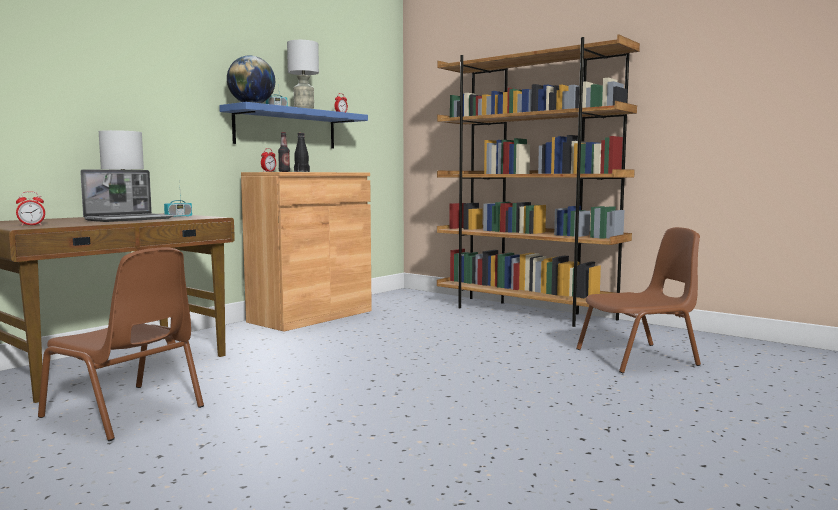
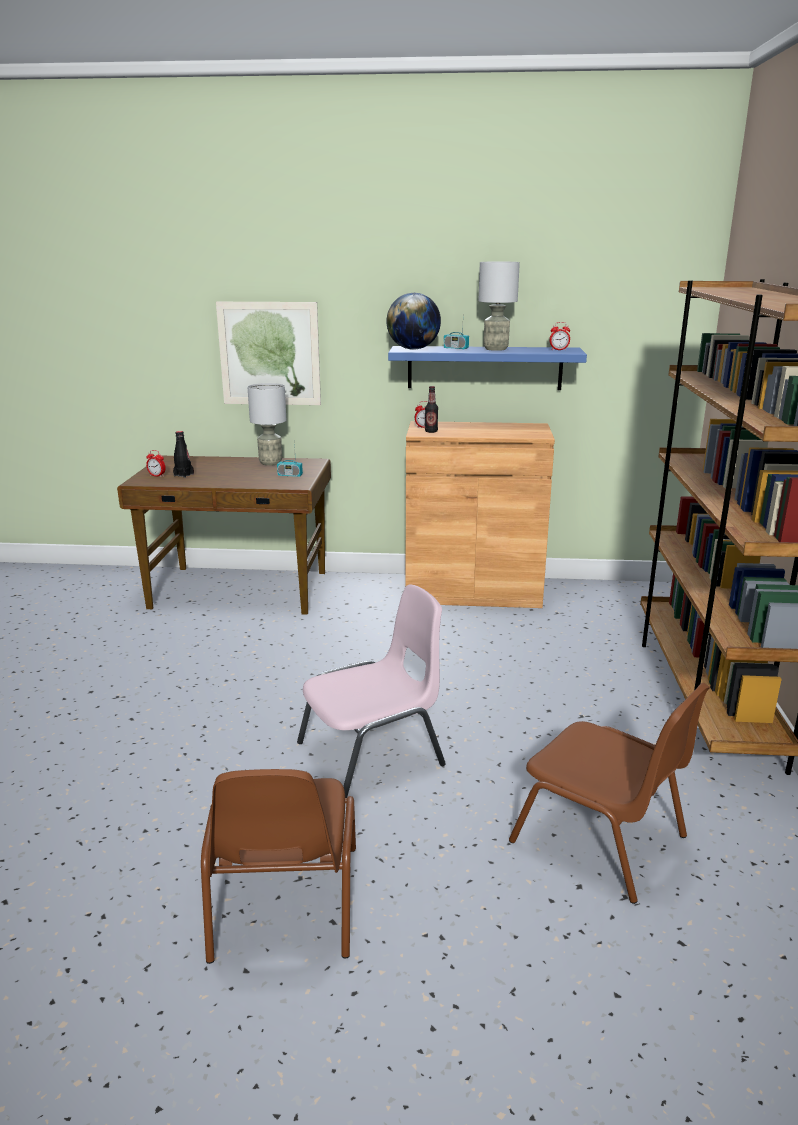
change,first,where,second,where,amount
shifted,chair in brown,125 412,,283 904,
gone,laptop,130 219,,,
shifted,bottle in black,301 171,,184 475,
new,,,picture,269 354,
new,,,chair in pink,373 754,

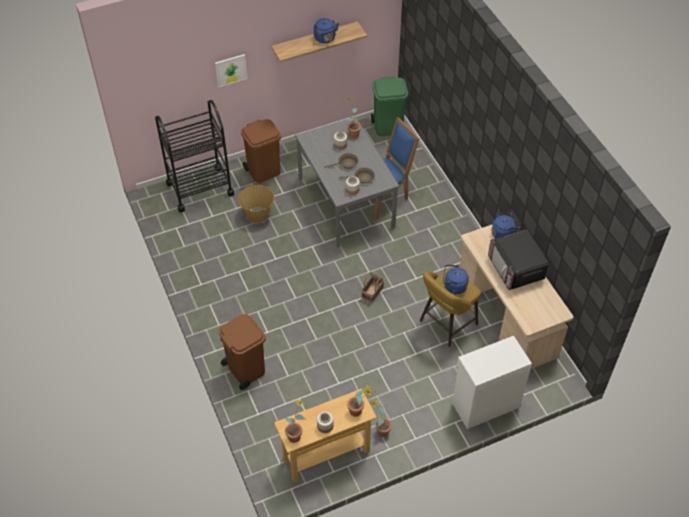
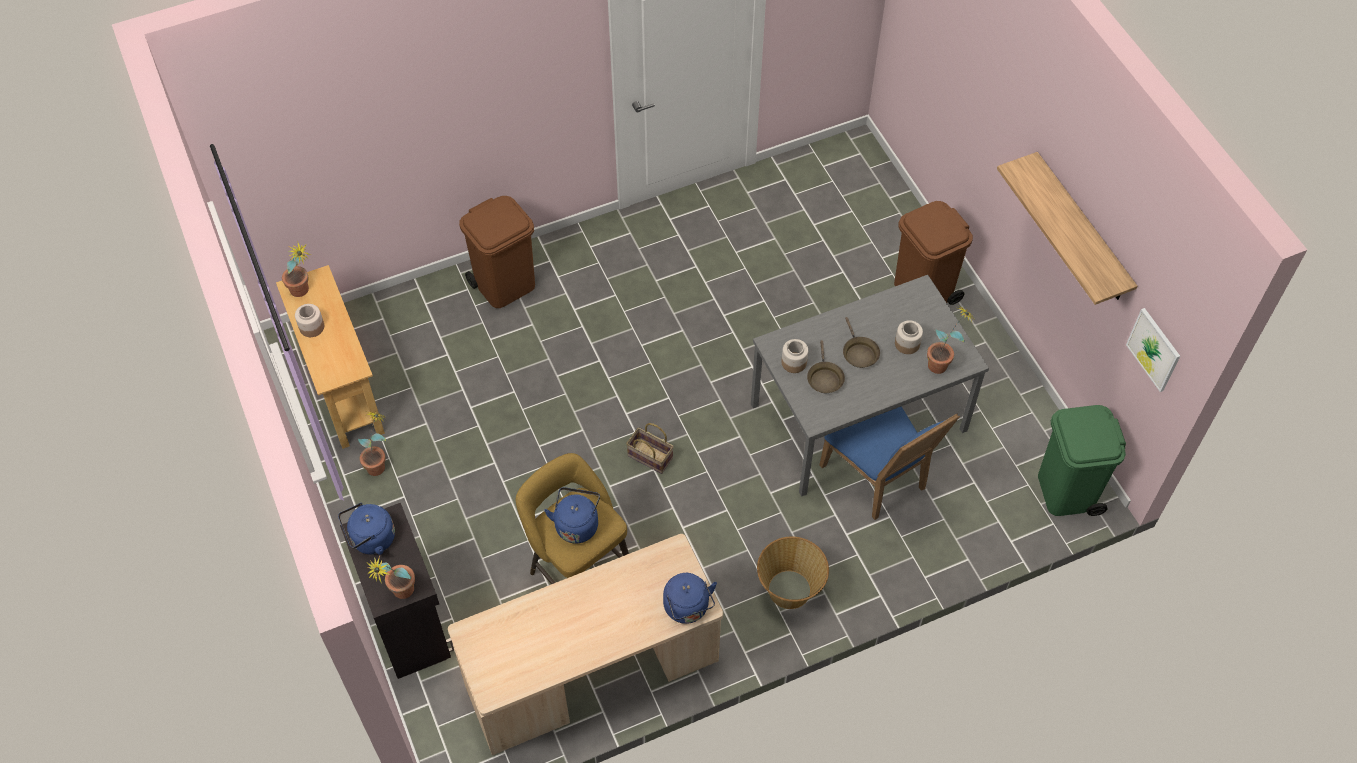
change,first,where,second,where,amount
gone,cart in black,200 189,,,
shifted,picture,231 70,,1154 349,
shifted,basket,258 214,,790 590,
shifted,kettle in blue,325 39,,371 540,
shifted,potted plant,359 412,,399 594,
repainted,cabinet in white,484 404,cabinet in black,409 622,
gone,microwave,515 269,,,

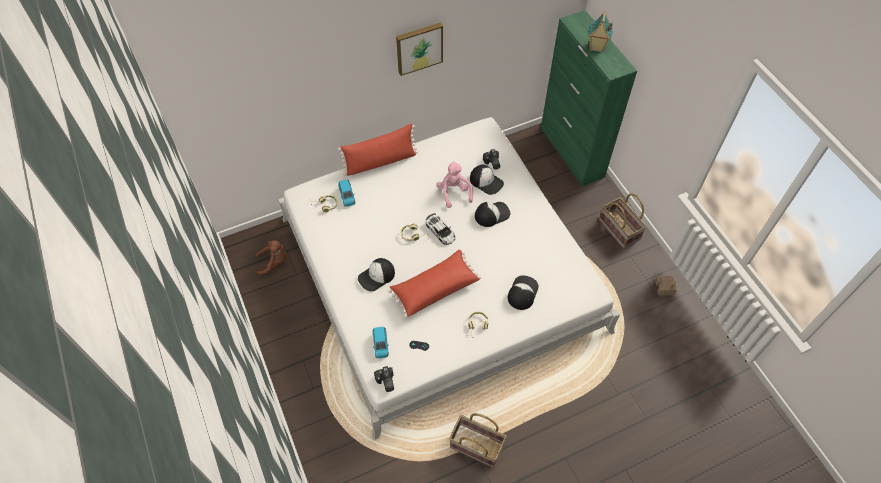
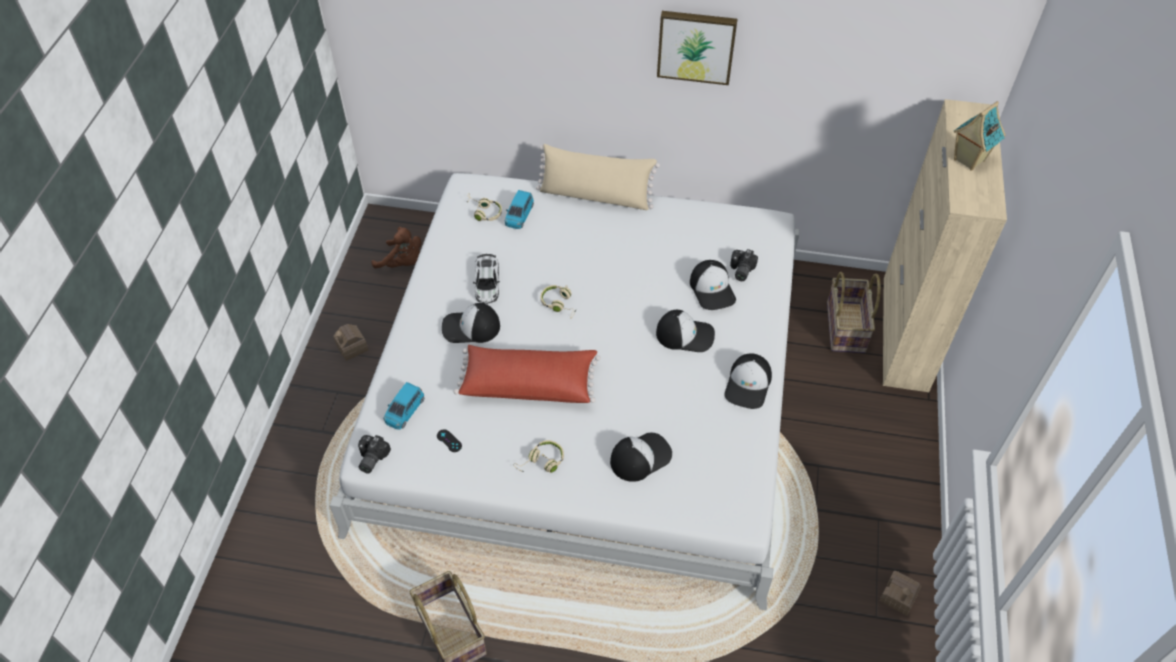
change,first,where,second,where,amount
repainted,pillow in red,380 162,pillow in beige,595 196,
shifted,toy car,440 231,,487 283,
gone,plush toy in pink,454 192,,,
repainted,cabinet in green,572 152,cabinet in beige,904 333,
shifted,basket,620 229,,846 328,
new,,,toy house,352 347,
new,,,cap,748 385,

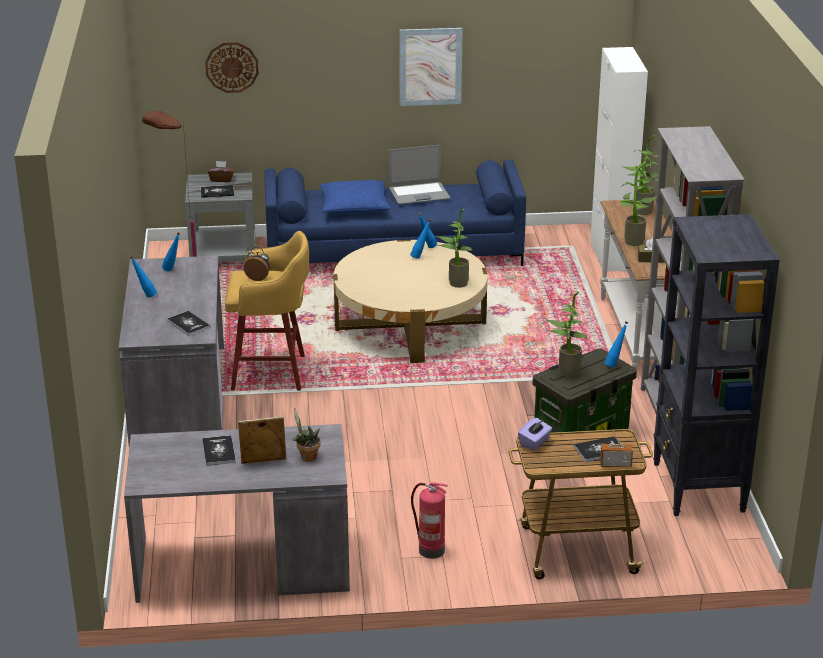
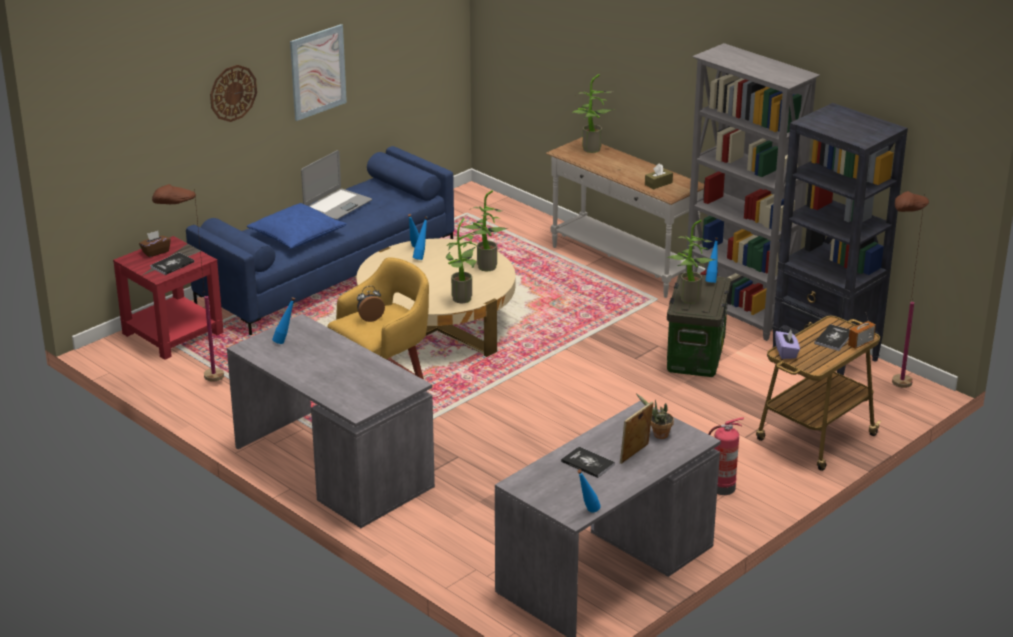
change,first,where,second,where,amount
shifted,bottle in blue,145 296,,587 512,
gone,book,188 324,,,
repainted,side table in grey,224 254,side table in red,173 332,
shifted,wall clock,232 67,,233 93,
gone,cabinet in white,611 255,,,
shifted,potted plant,634 243,,463 300,
new,,,floor lamp in brown,891 394,

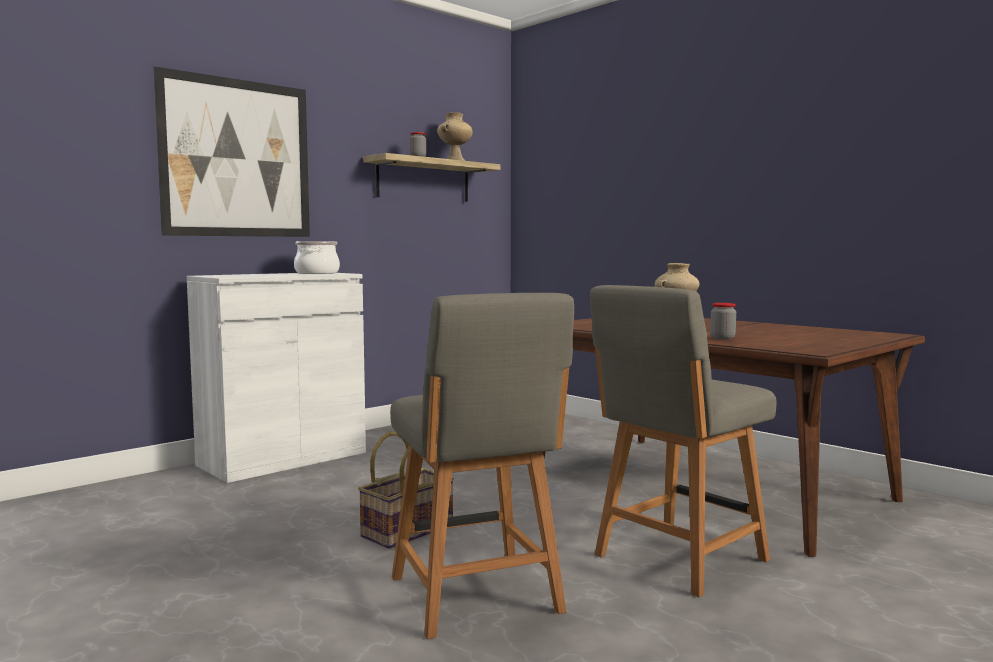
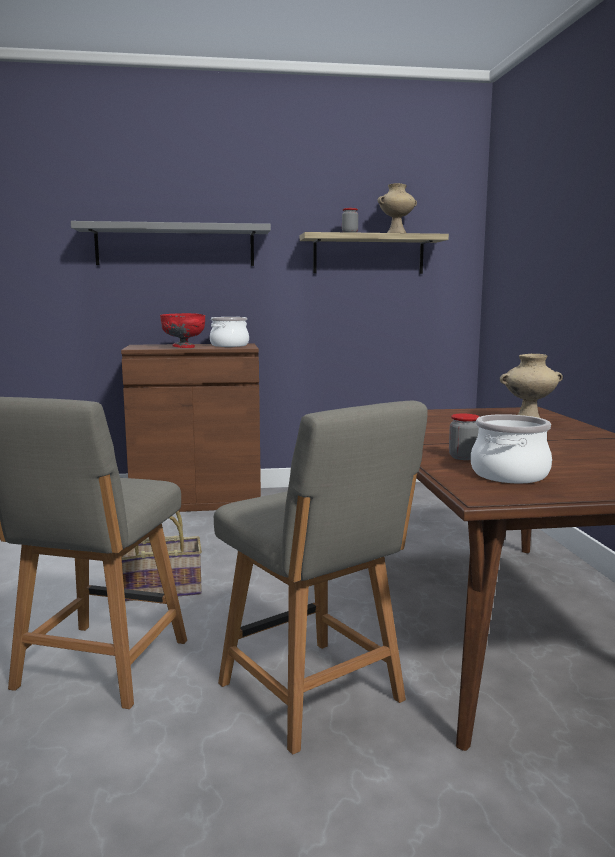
change,first,where,second,where,amount
swapped,picture,237 158,shelf in grey,175 245,
repainted,cabinet in white,283 459,cabinet in brown,197 501,
rotated,chair in grey,677 559,,314 695,120 degrees counterclockwise
new,,,bowl in red,183 347,
new,,,cooking pot,508 475,

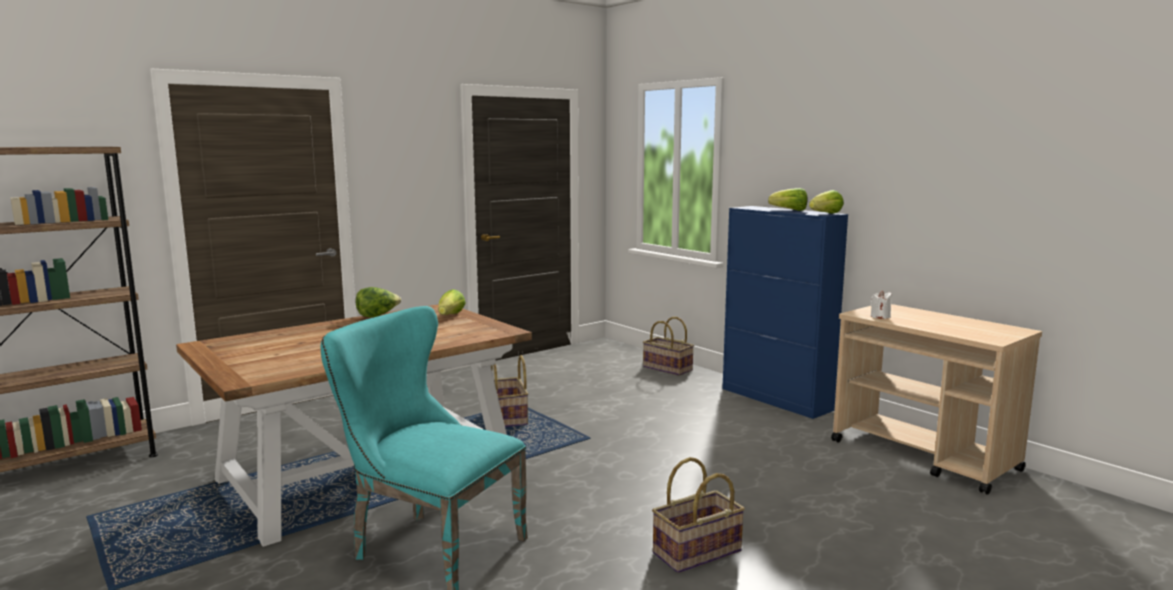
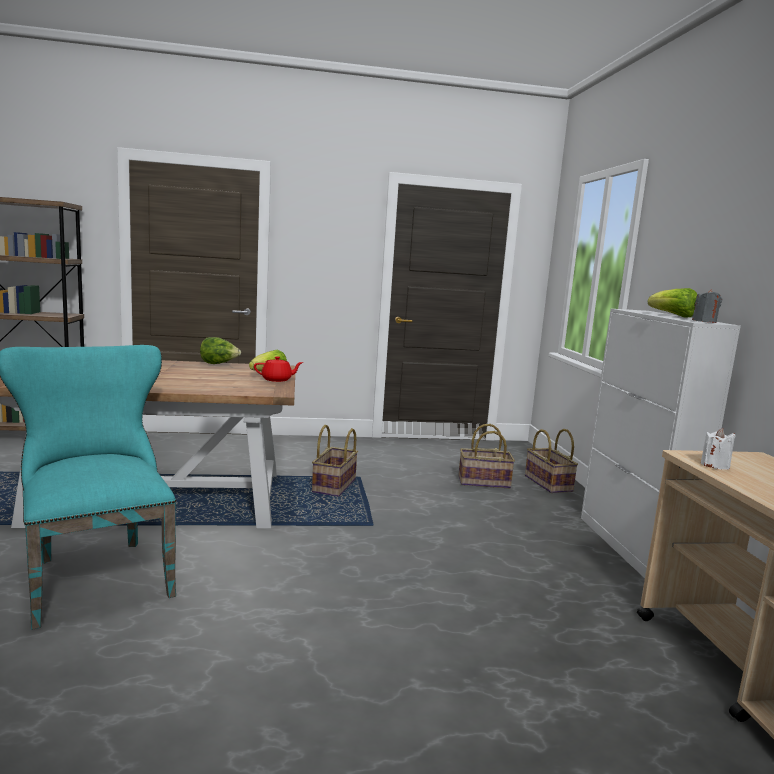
change,first,where,second,where,amount
shifted,basket,697 553,,483 482,
repainted,cabinet in blue,776 399,cabinet in white,631 547,
swapped,lettuce,826 214,candle in grey,704 321,
new,,,teapot in red,277 380,

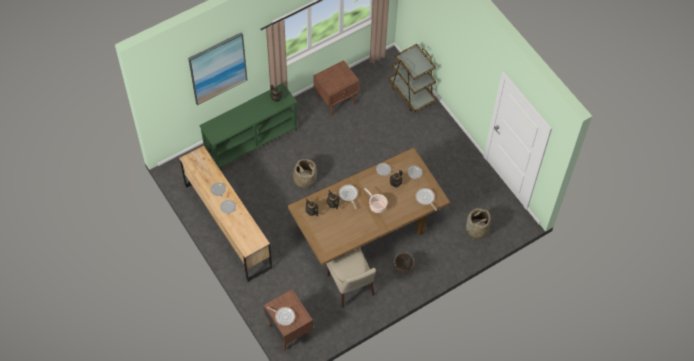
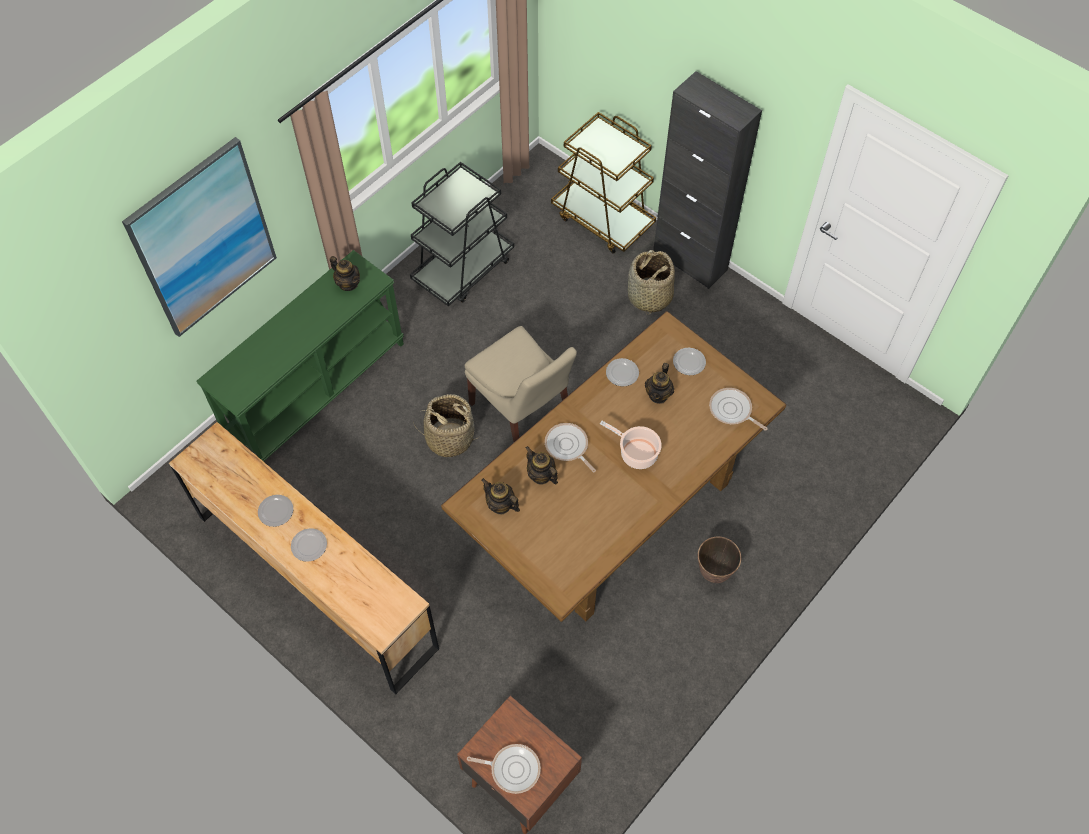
change,first,where,second,where,amount
swapped,nightstand in brown,336 101,cart in black,463 269,
shifted,chair in beige,351 287,,523 412,
shifted,basket,476 229,,649 297,
new,,,cabinet in black,690 261,

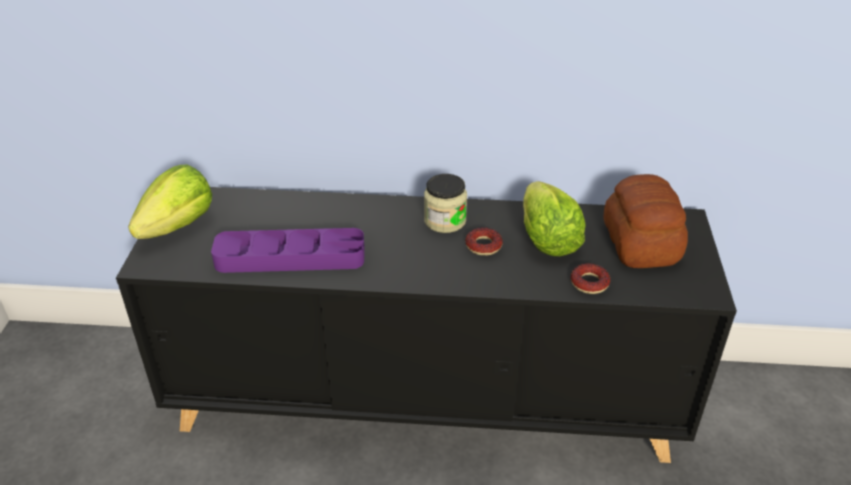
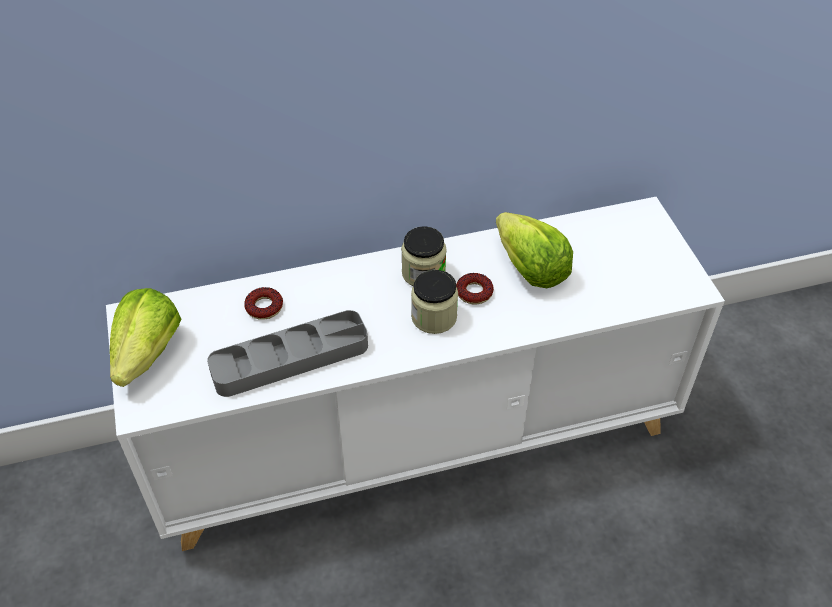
change,first,where,second,where,amount
repainted,cabinet in black,427 399,cabinet in white,417 439,
repainted,tray in purple,290 257,tray in grey,290 359,
shifted,donut,589 283,,264 307,
gone,bread,639 244,,,
new,,,jar,434 317,

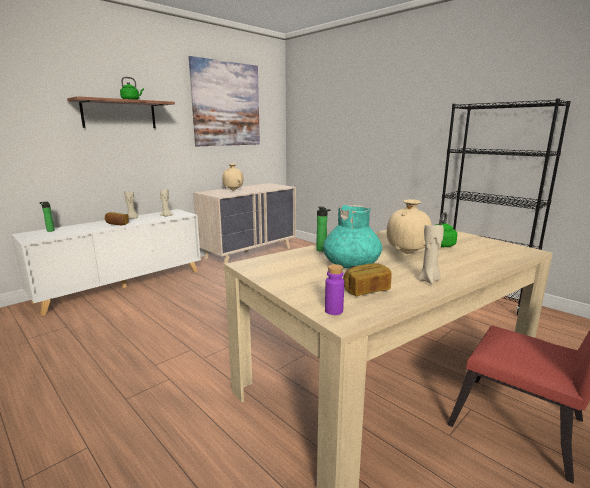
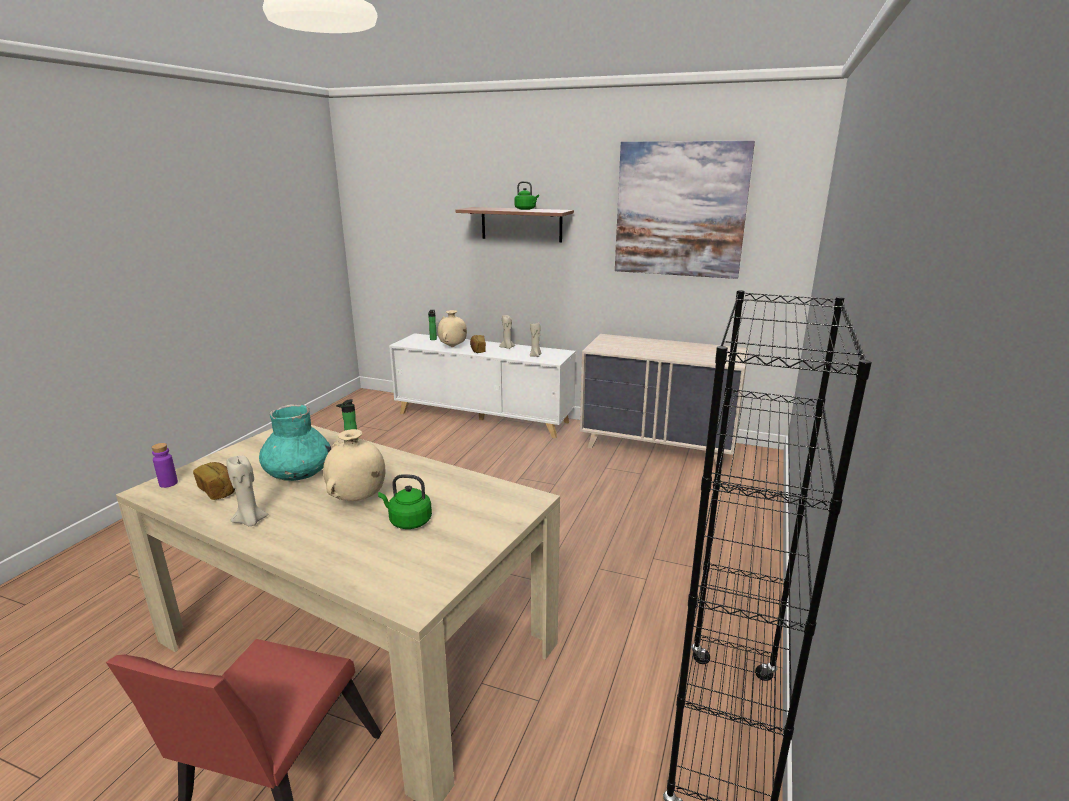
change,first,where,second,where,amount
shifted,vase in beige,233 190,,453 347,

